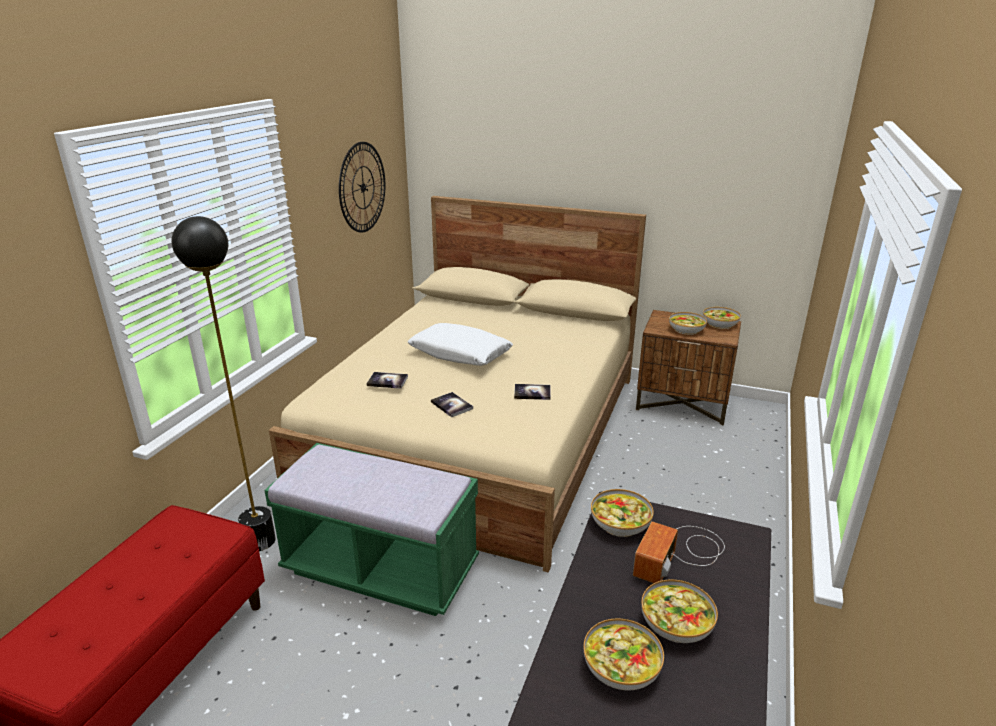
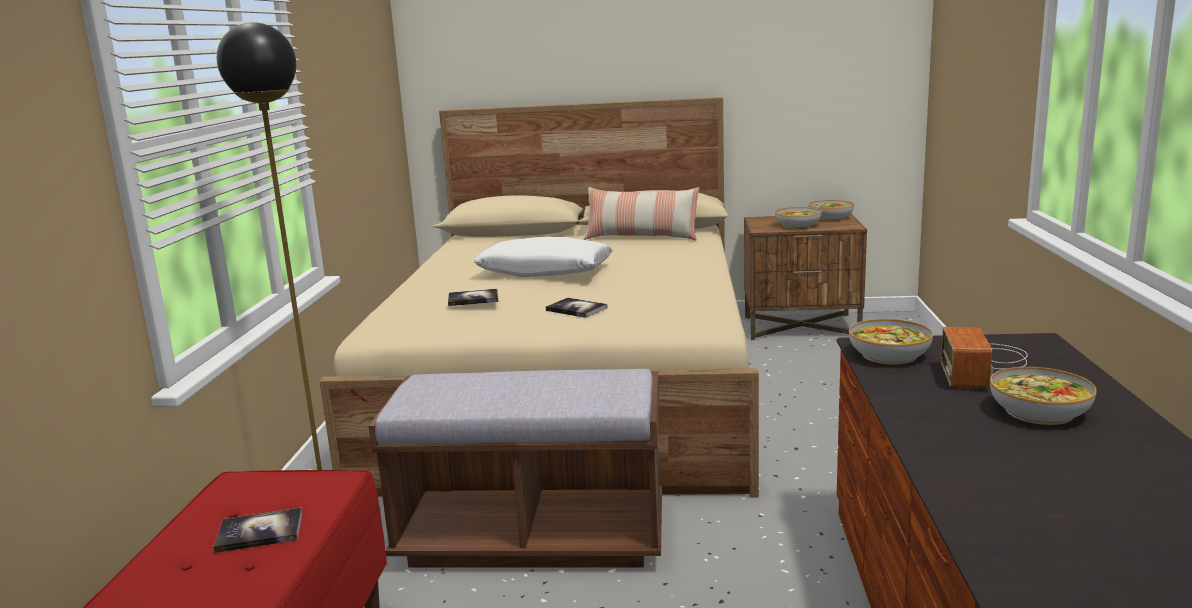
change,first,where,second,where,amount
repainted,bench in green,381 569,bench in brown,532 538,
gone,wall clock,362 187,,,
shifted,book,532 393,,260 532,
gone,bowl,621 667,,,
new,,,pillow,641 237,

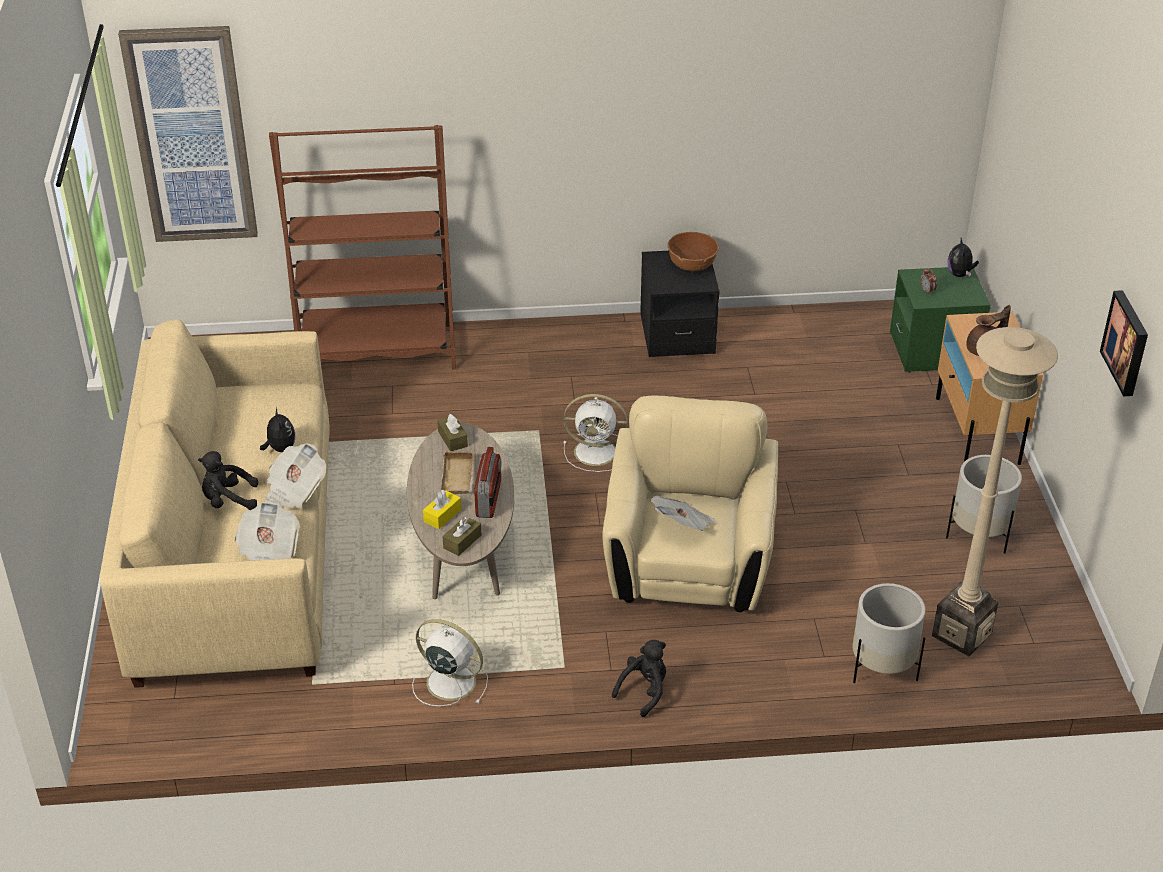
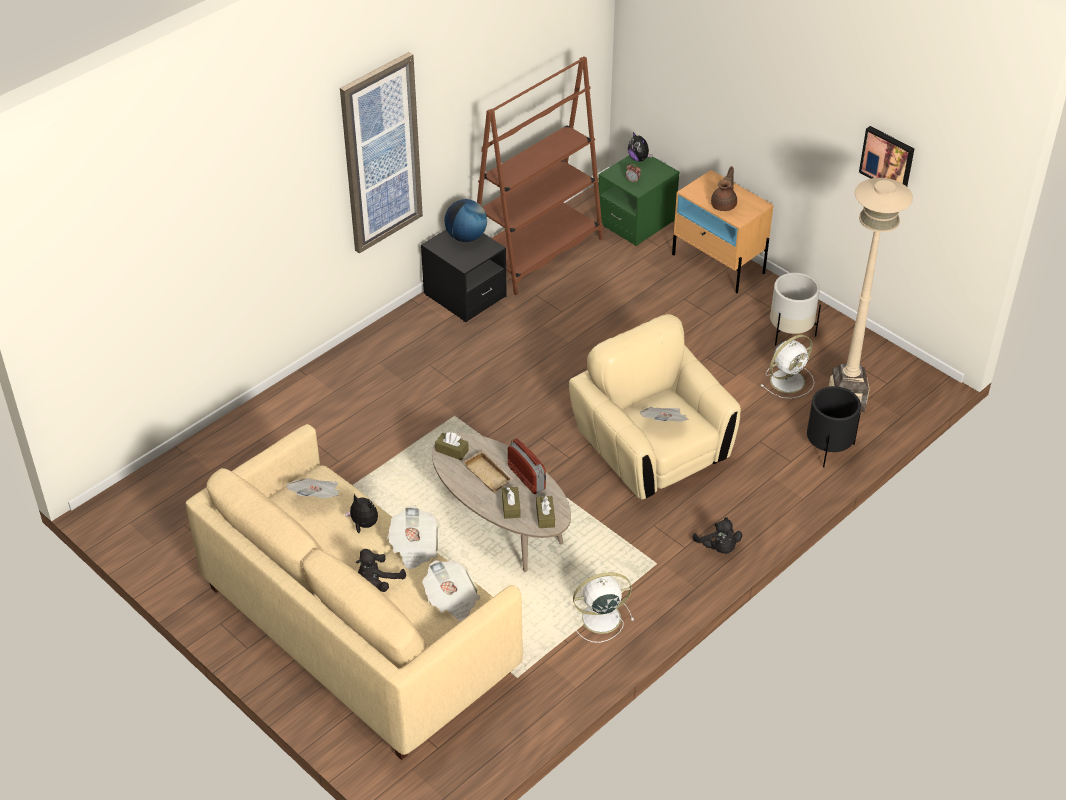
change,first,where,second,where,amount
shifted,picture,191 136,,381 153,
shifted,bookcase in brown,376 350,,537 253,
repainted,tissue box in yellow,442 515,tissue box in brown,511 507,
shifted,fan in white,597 452,,788 380,
rotated,plush toy in black,644 691,,718 548,150 degrees clockwise
swapped,bowl in brown,692 265,globe,466 237,
repainted,planter in white,882 668,planter in black,828 448,
new,,,newspaper,317 497,

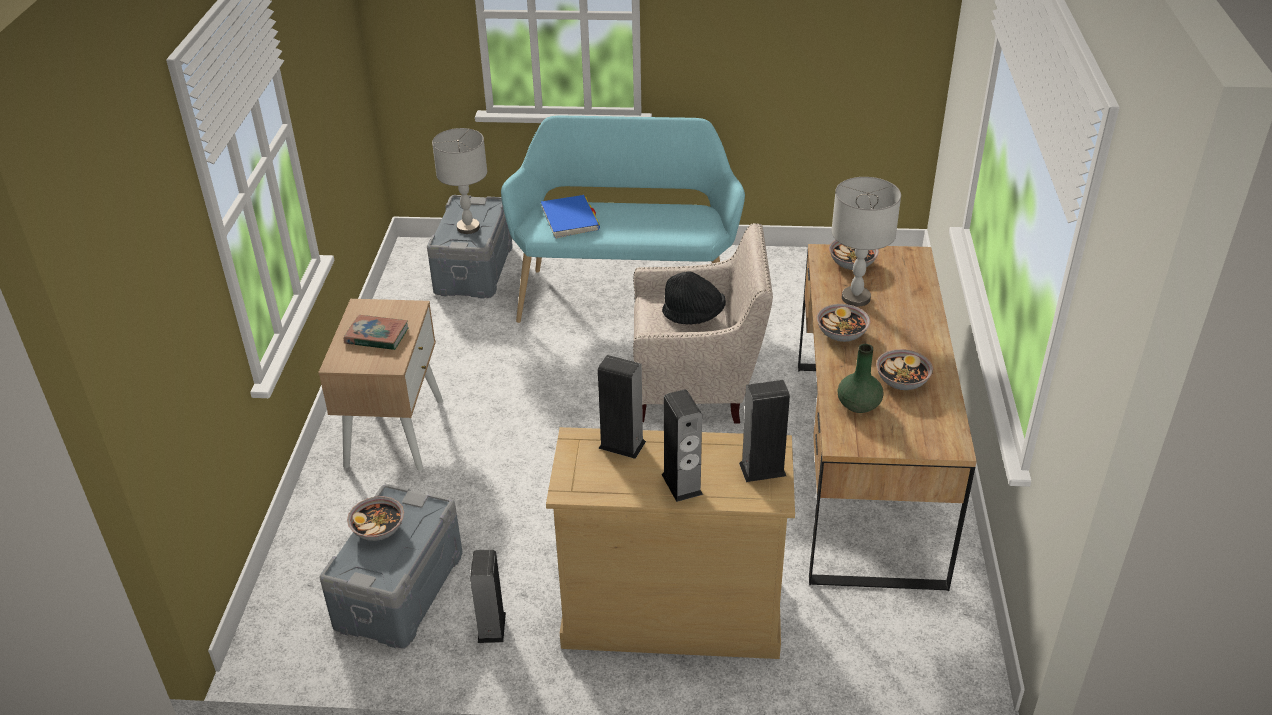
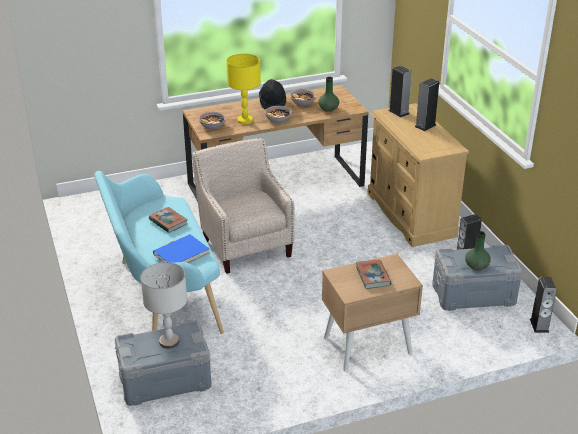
change,first,where,second,where,amount
swapped,bowl,378 529,vase in green,476 266,
shifted,speaker,622 445,,539 325,
shifted,hat in black,694 316,,272 103,
repainted,table lamp in grey,856 298,table lamp in yellow,244 120,
new,,,book,168 222,

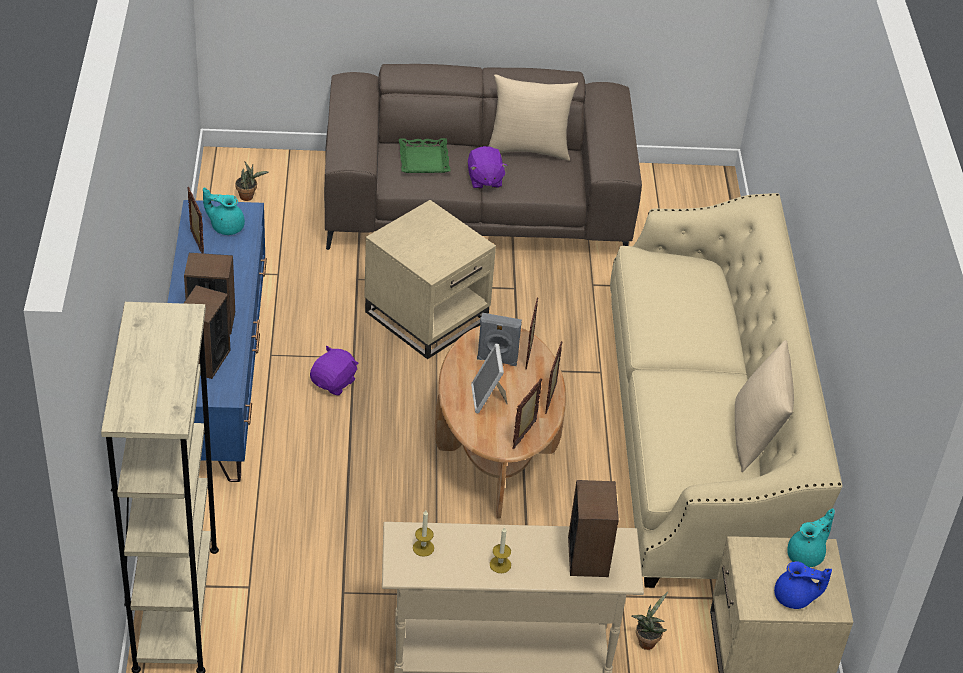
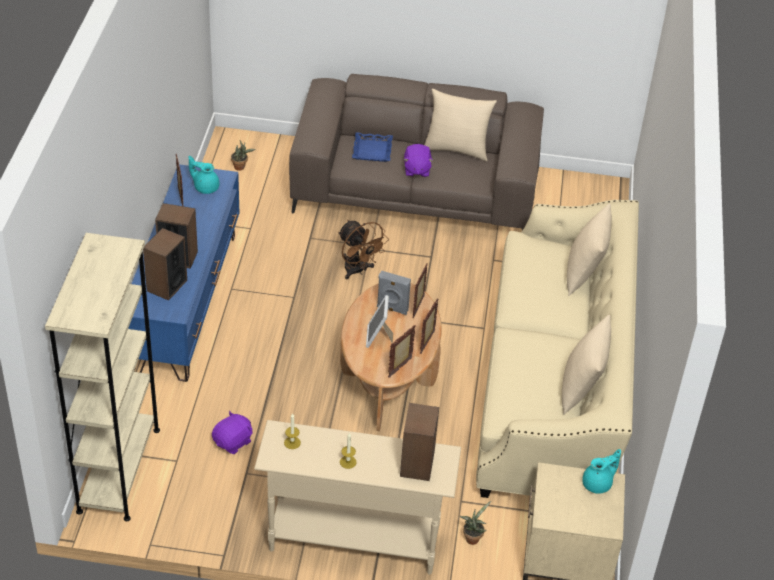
change,first,where,second,where,amount
shifted,plush toy in purple,334 382,,233 442,
swapped,side table in beige,427 315,fan in brown,358 271,
repainted,tray in green,424 160,tray in blue,372 150,
gone,teapot in blue,795 598,,,
new,,,pillow in beige,584 273,

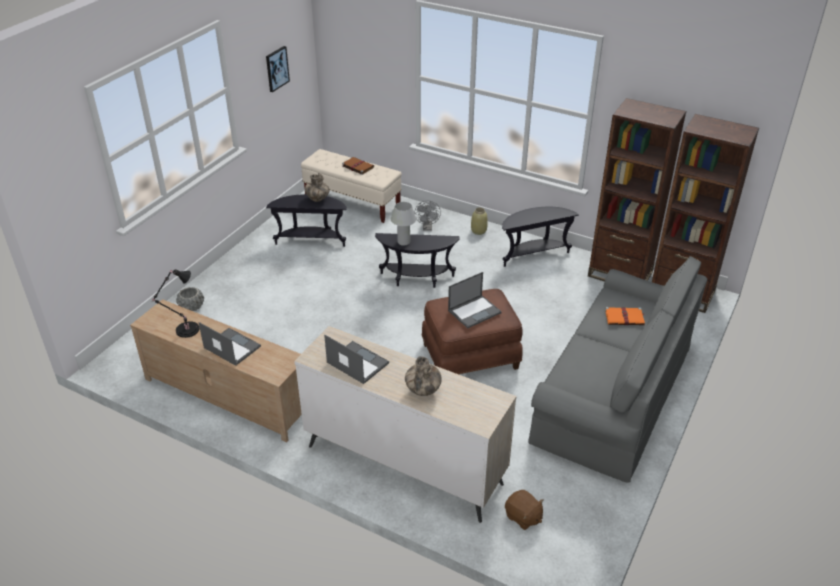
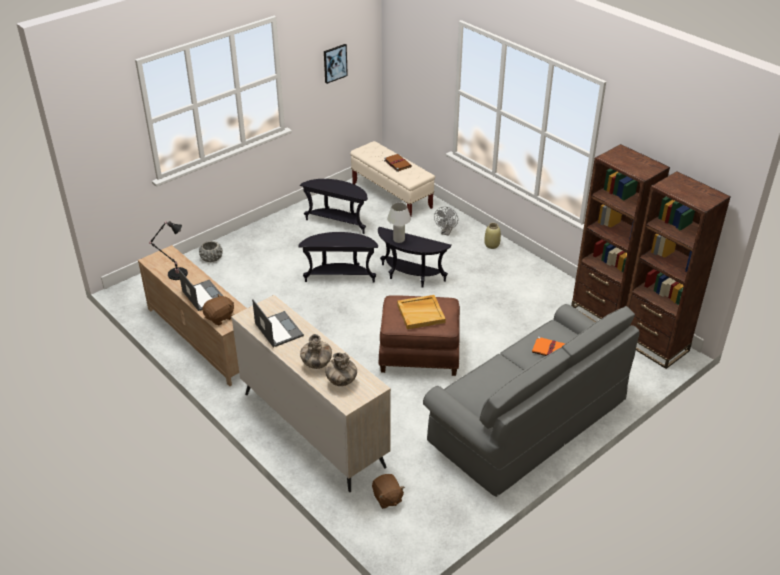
change,first,where,second,where,amount
shifted,vase,317 199,,341 382,
swapped,laptop,474 311,tray in beige,421 313,
shifted,side table in black,533 254,,340 276,
new,,,plush toy in brown,220 317,

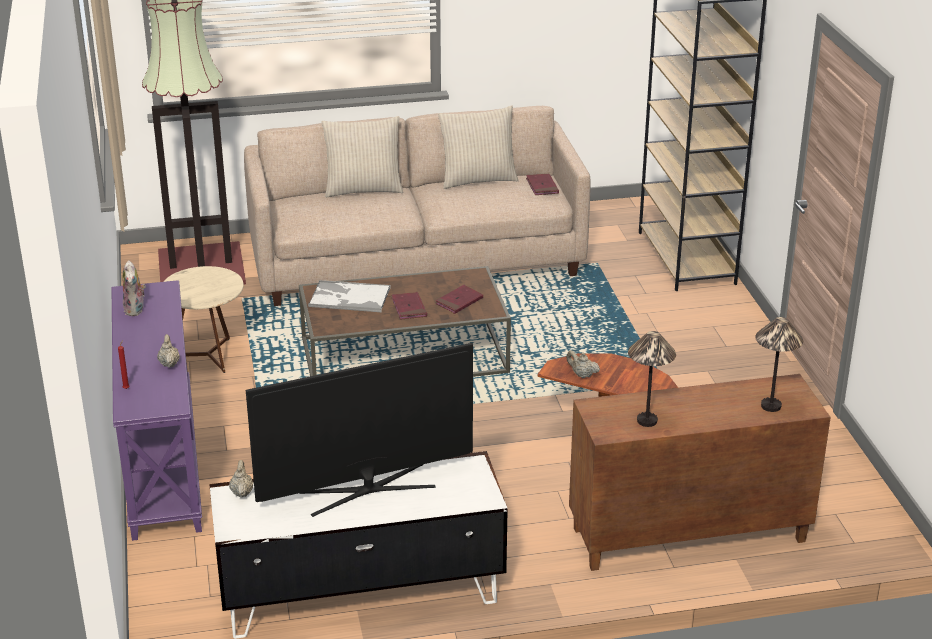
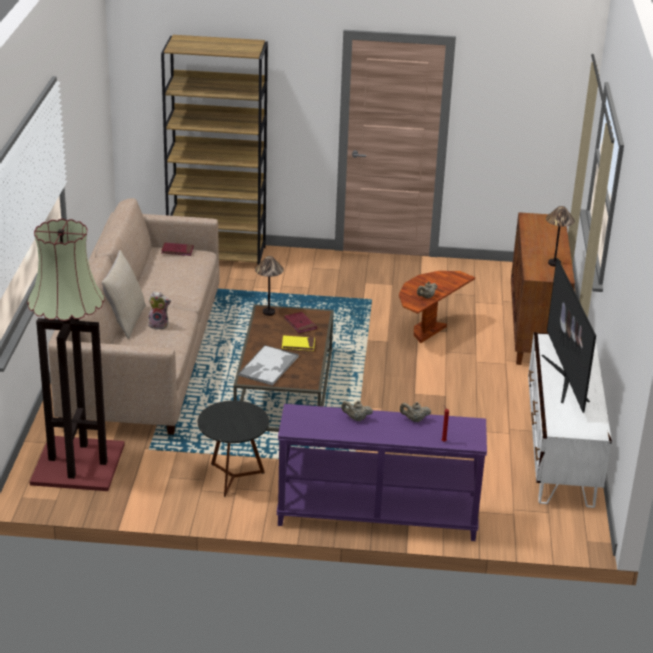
change,first,where,second,where,amount
shifted,plush toy,136 310,,159 325,
repainted,side table in beige,208 356,side table in black,233 477,
shifted,teapot in beige,242 492,,356 419,
repainted,book in red,409 308,book in yellow,298 345,
gone,pillow in beige,478 179,,,
shifted,table lamp,771 406,,268 312,

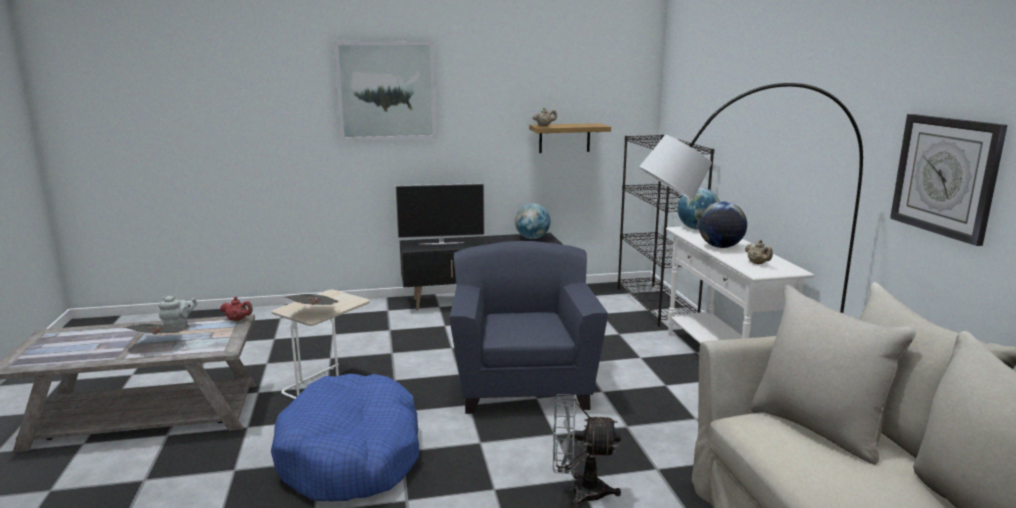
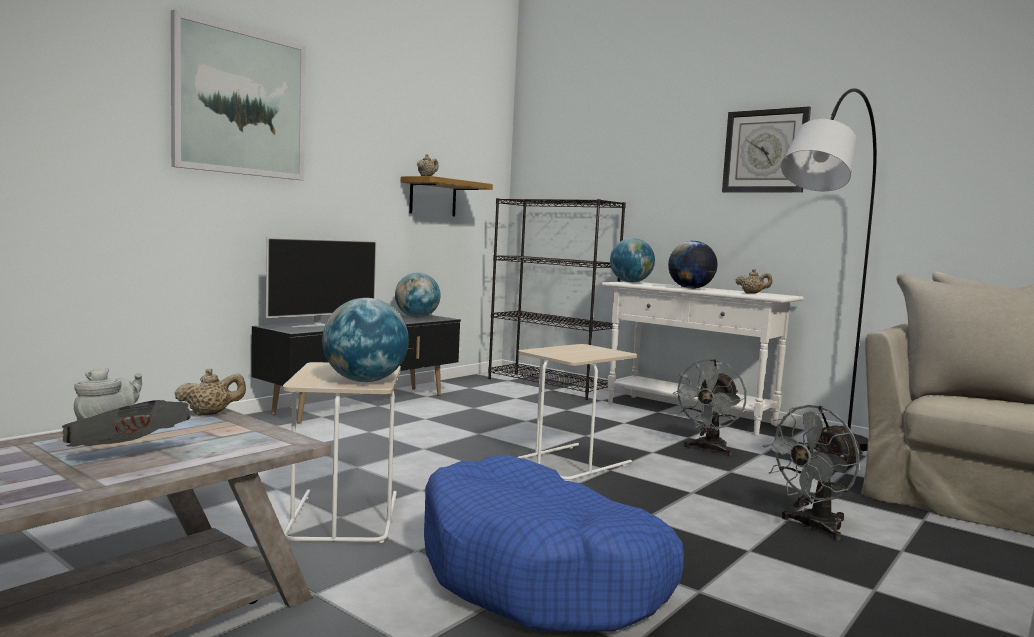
change,first,where,second,where,amount
repainted,teapot in red,238 320,teapot in beige,210 414,
swapped,newspaper,315 313,globe,364 381,
swapped,armchair in blue,523 384,side table in beige,572 462,
shifted,wall clock,945 176,,765 151,
new,,,fan in grey,708 450,

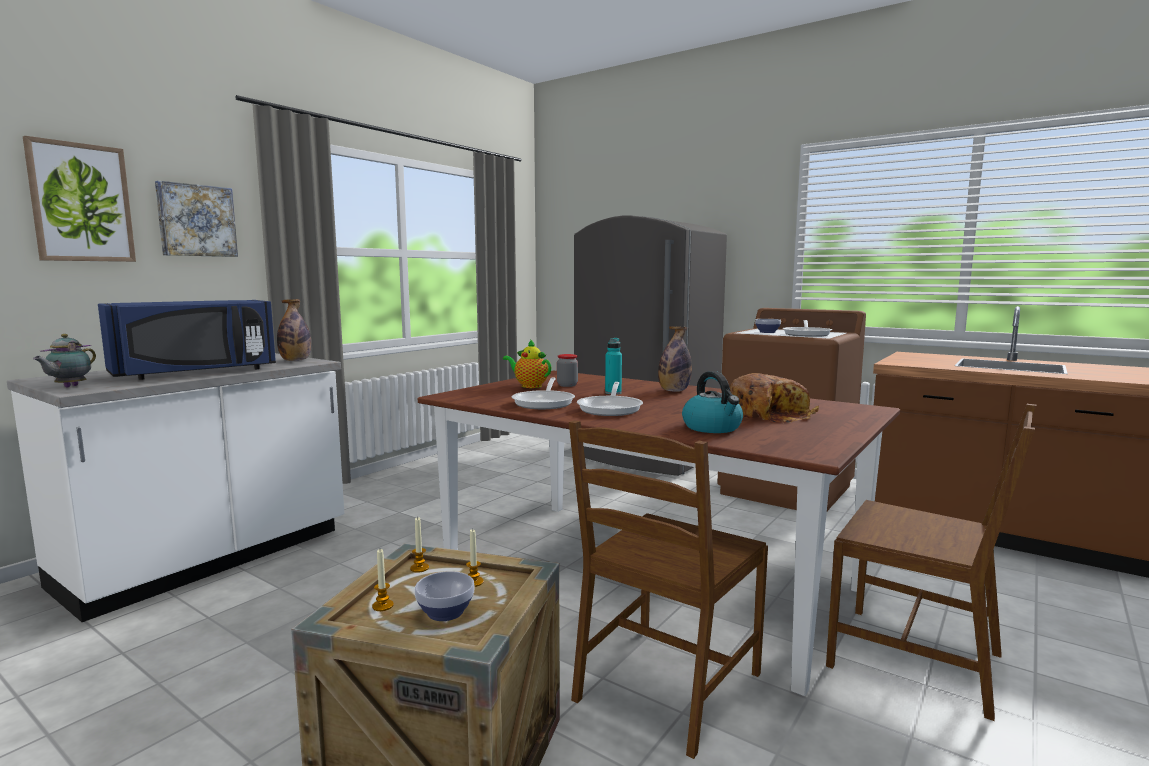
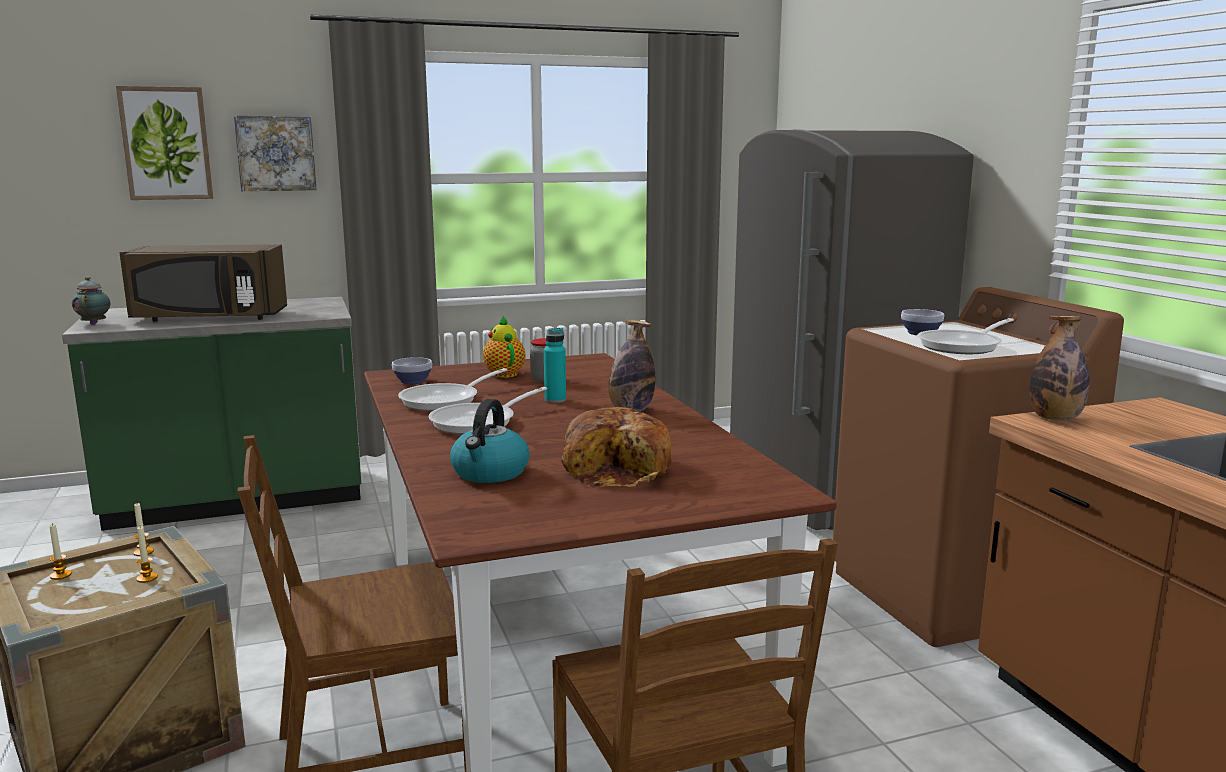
change,first,where,second,where,amount
repainted,counter in white,209 559,counter in green,237 501,
rotated,teapot,69 387,,95 323,120 degrees clockwise
repainted,microwave in blue,196 372,microwave in brown,209 318,
shifted,bottle,295 361,,1055 418,
shifted,bowl,447 613,,413 381,

